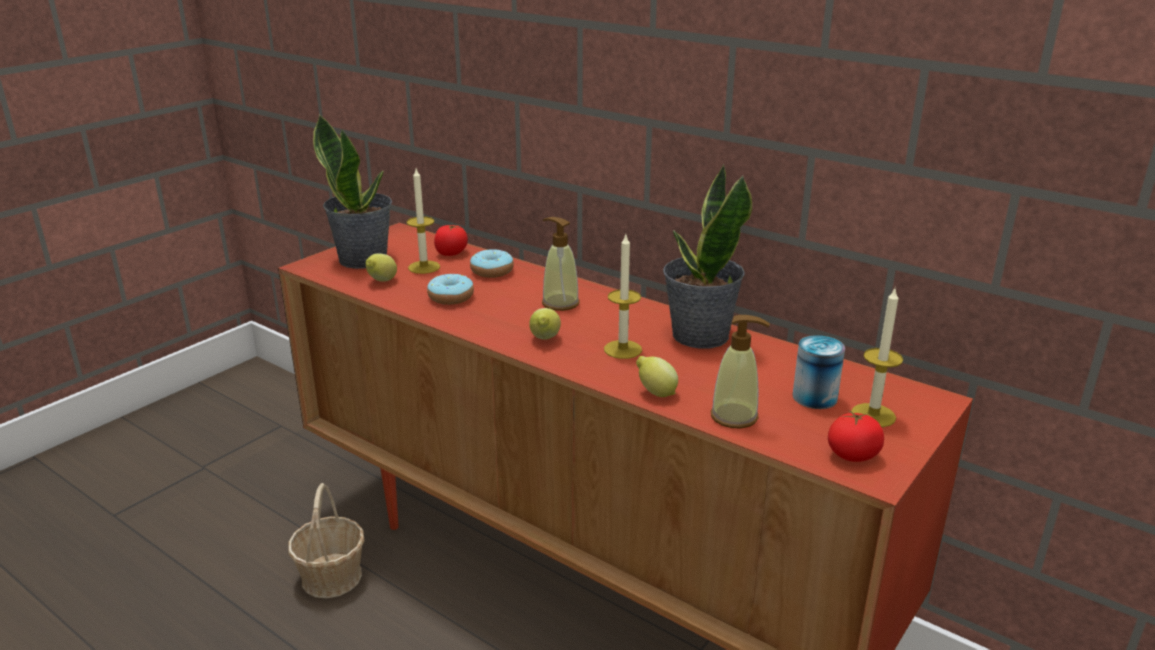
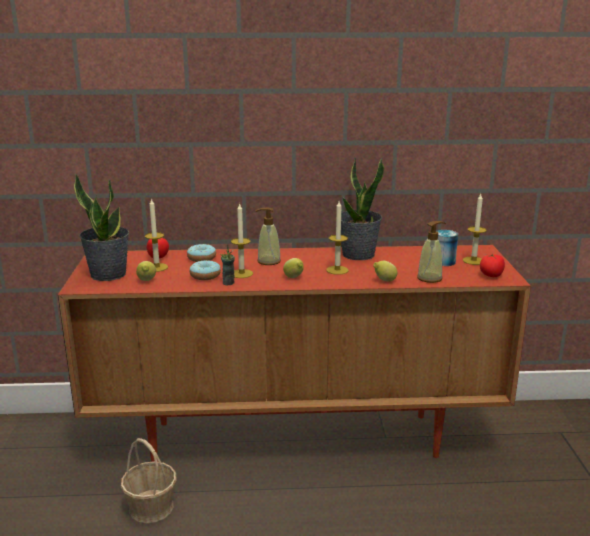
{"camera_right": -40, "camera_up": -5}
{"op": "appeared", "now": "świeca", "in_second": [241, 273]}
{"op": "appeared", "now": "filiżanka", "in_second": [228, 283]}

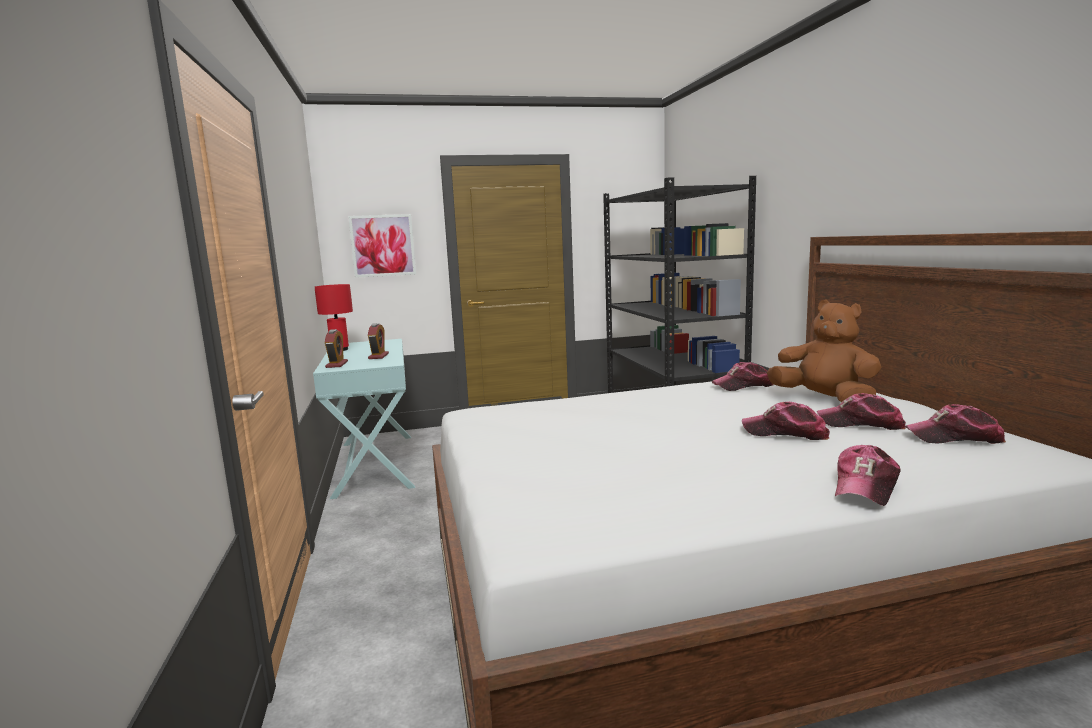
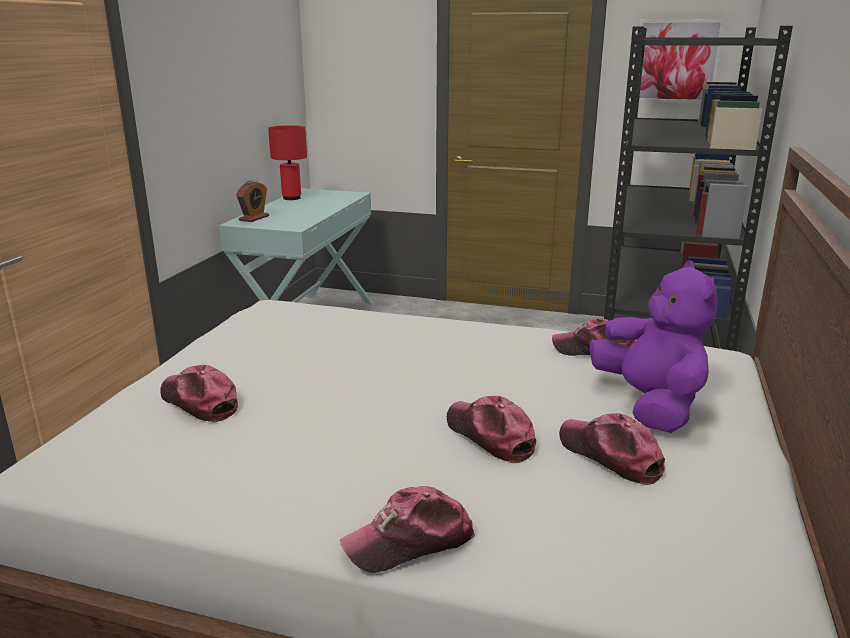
{"camera_right": 30, "camera_up": 10}
{"op": "relocated", "was": "obraz", "in_first": [383, 245], "in_second": [676, 61]}
{"op": "colour", "was": "pluszak (brązowy)", "now": "pluszak (fioletowy)", "in_first": [824, 400], "in_second": [649, 405]}
{"op": "missing", "was": "budzik", "in_first": [378, 356]}
{"op": "relocated", "was": "czapka z daszkiem", "in_first": [954, 438], "in_second": [199, 402]}

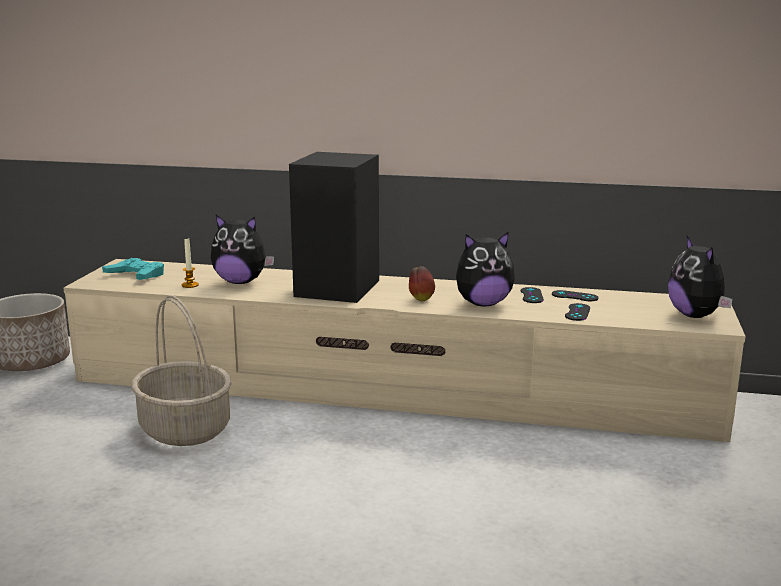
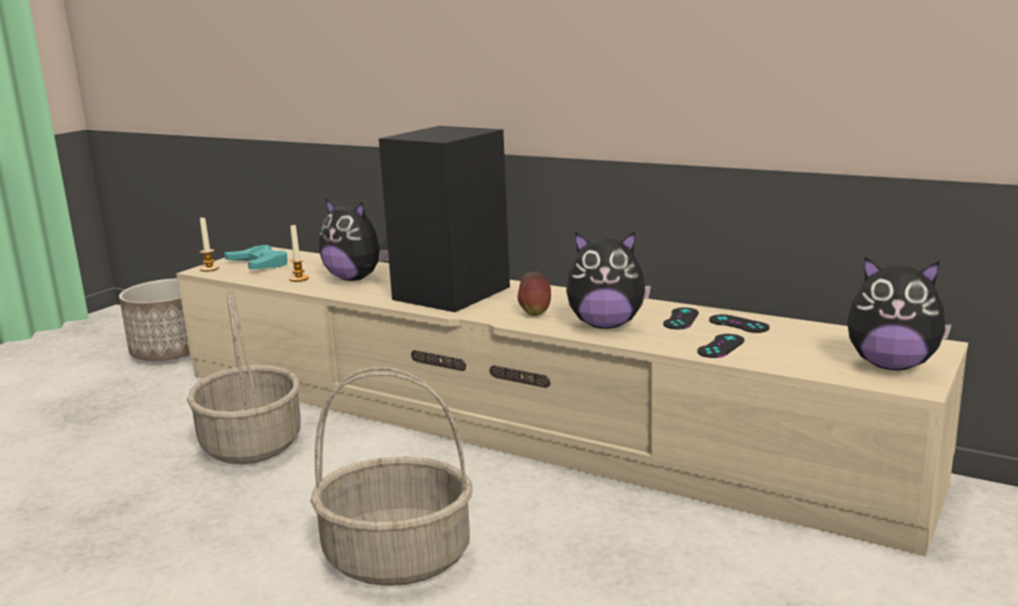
{"camera_right": 20, "camera_up": 0}
{"op": "spun", "was": "pluszak", "in_first": [696, 316], "in_second": [891, 365], "clockwise": -75}
{"op": "appeared", "now": "świeca", "in_second": [209, 269]}
{"op": "appeared", "now": "koszyk", "in_second": [399, 557]}

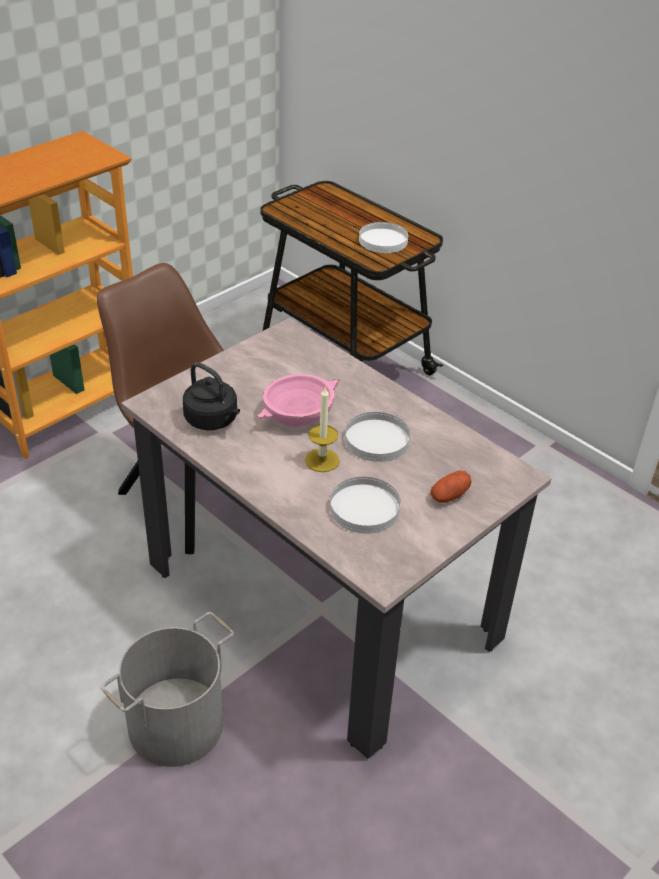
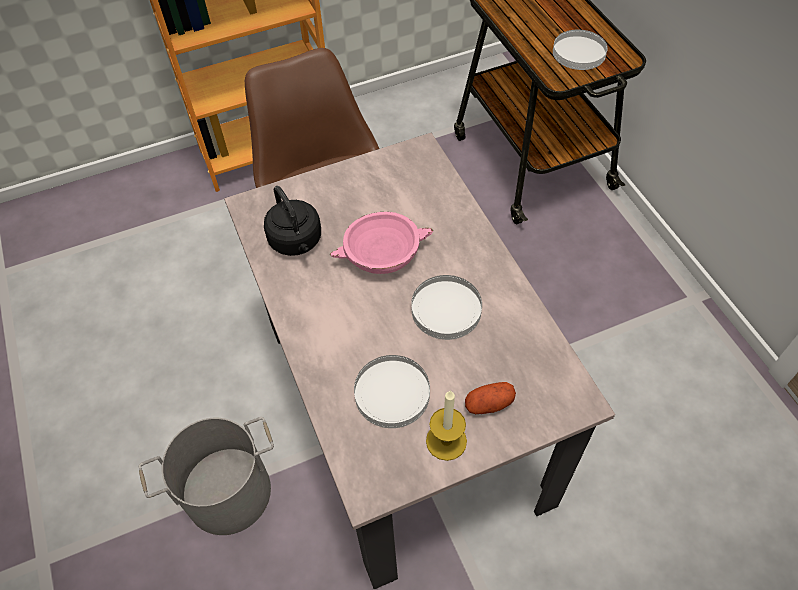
{"camera_right": 25, "camera_up": 15}
{"op": "relocated", "was": "świeca", "in_first": [322, 460], "in_second": [446, 441]}

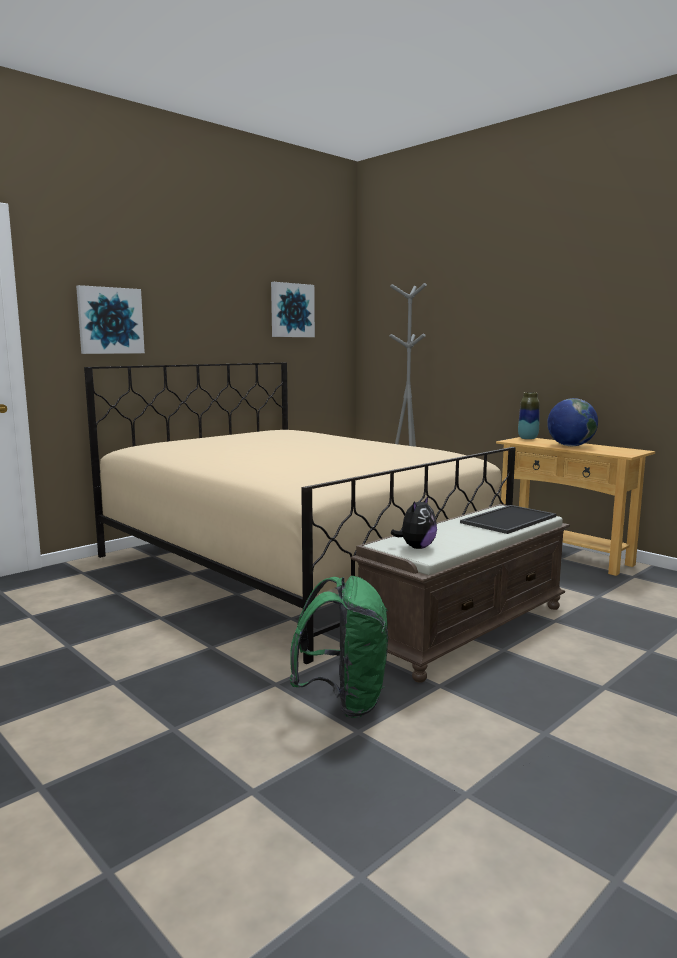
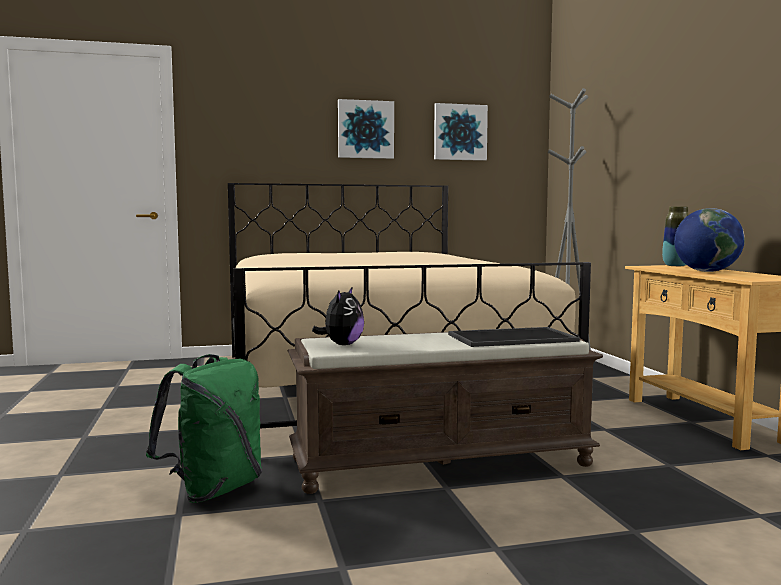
{"camera_right": 30, "camera_up": -5}
{"op": "relocated", "was": "obraz", "in_first": [110, 320], "in_second": [365, 129]}
{"op": "spun", "was": "pluszak", "in_first": [416, 547], "in_second": [342, 345], "clockwise": -45}

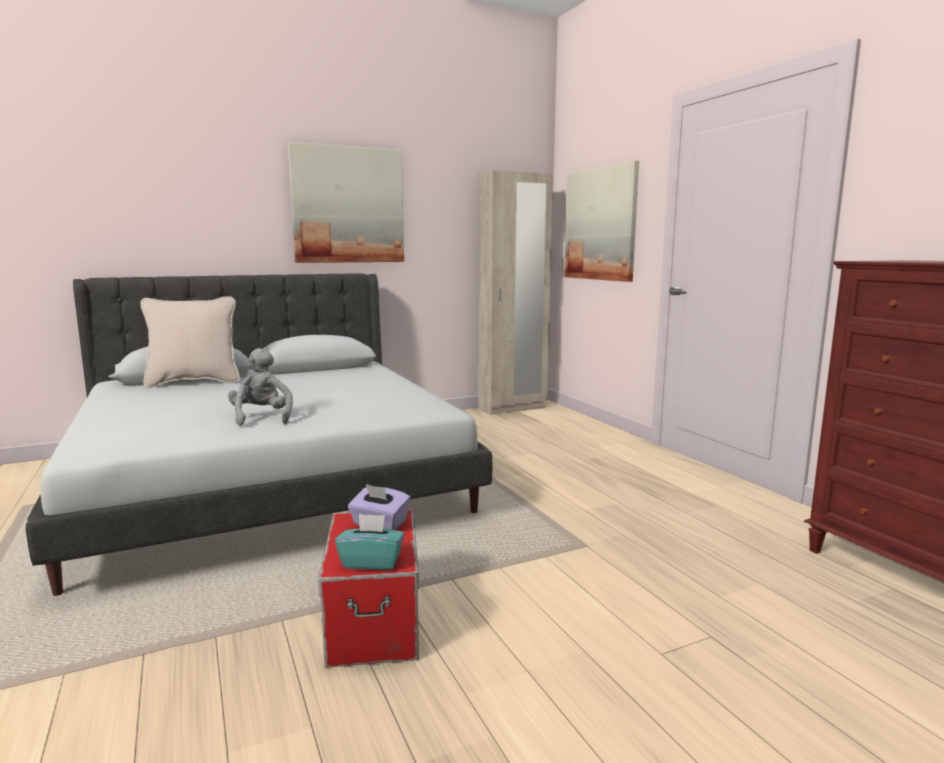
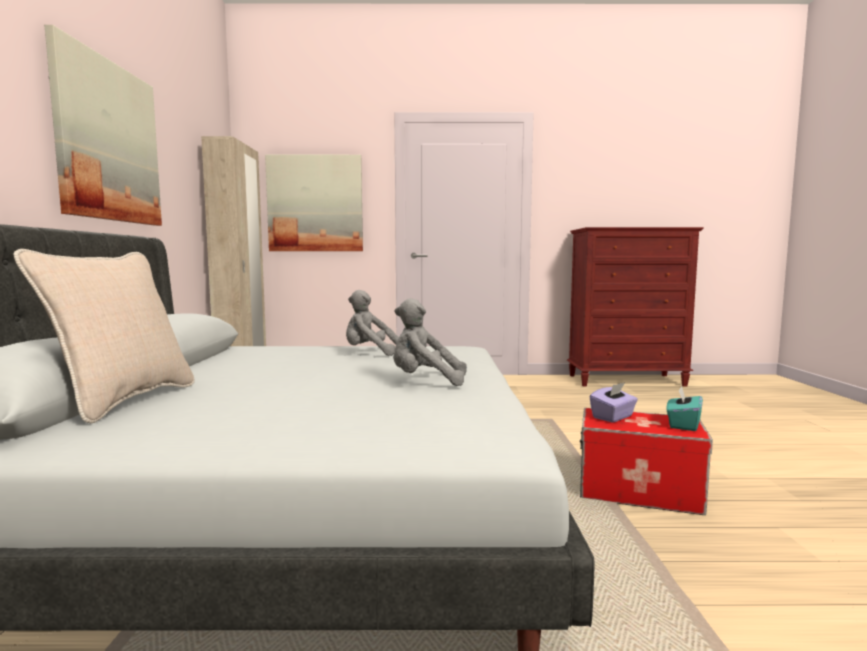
{"camera_right": -65, "camera_up": -5}
{"op": "appeared", "now": "pluszak (szary)", "in_second": [370, 353]}

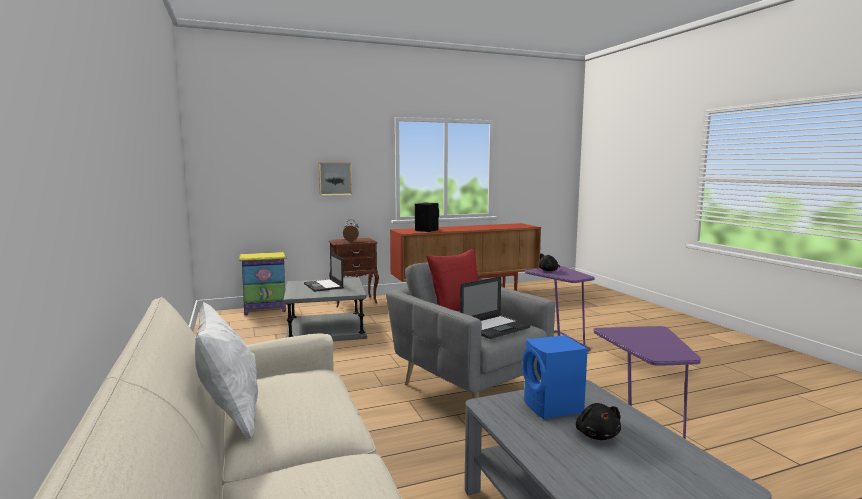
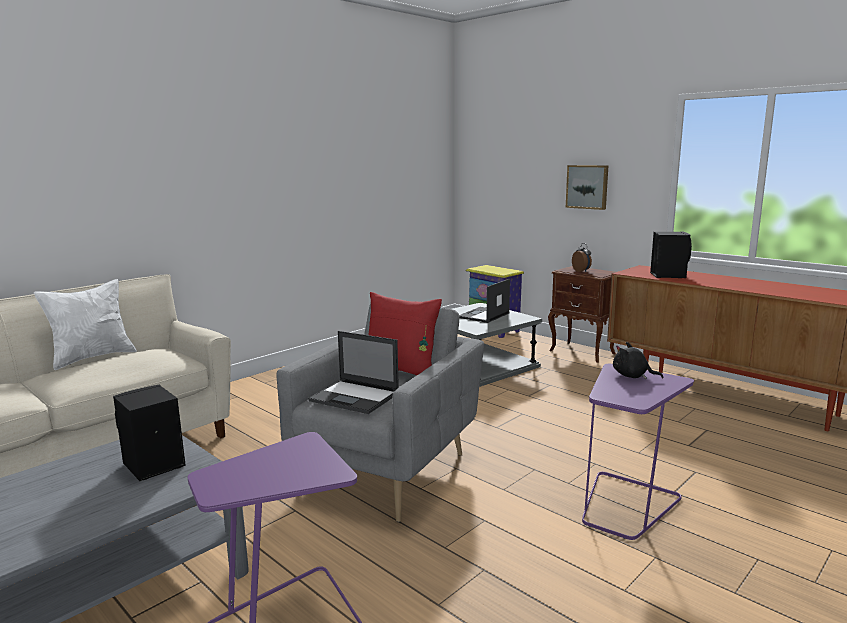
{"camera_right": 65, "camera_up": 5}
{"op": "colour", "was": "głośnik (niebieski)", "now": "głośnik (czarny)", "in_first": [553, 408], "in_second": [151, 465]}
{"op": "missing", "was": "pluszak (czarny)", "in_first": [597, 435]}

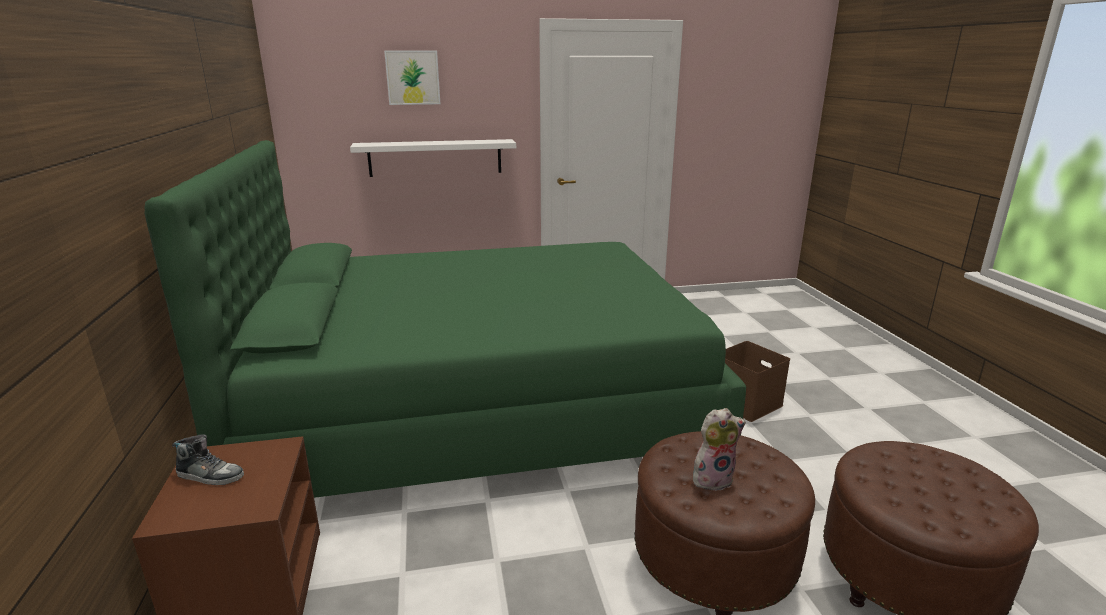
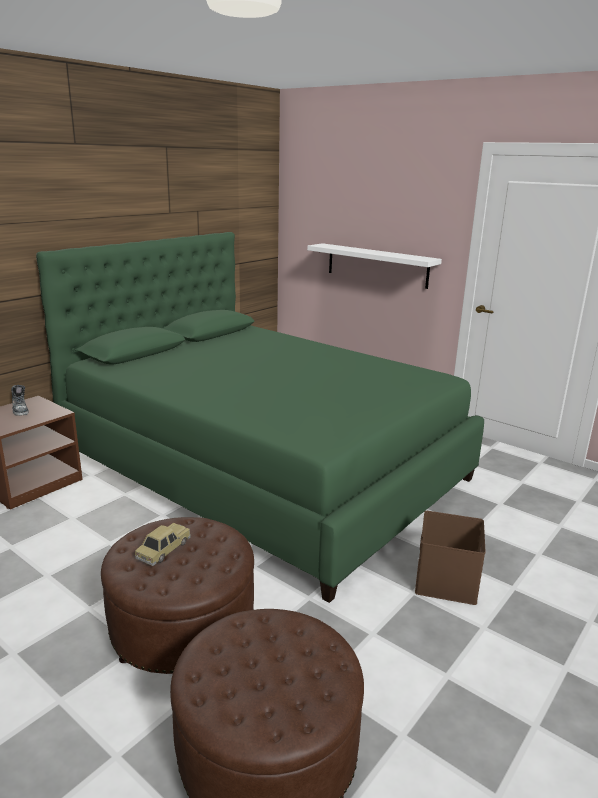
{"camera_right": 50, "camera_up": 0}
{"op": "missing", "was": "obraz", "in_first": [413, 77]}
{"op": "exchanged", "was": "pluszak", "now": "samochodzik", "in_first": [713, 478], "in_second": [163, 550]}

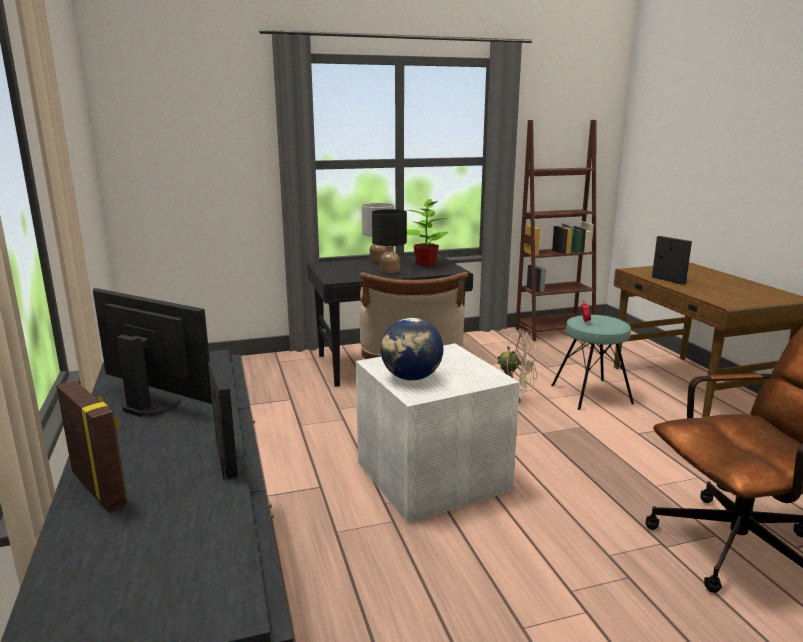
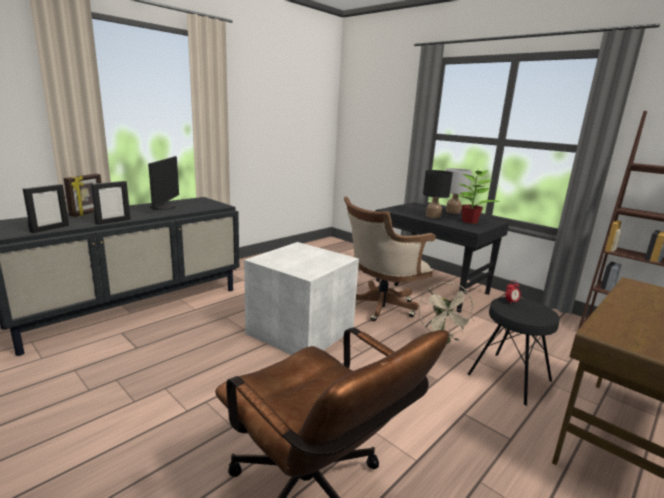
{"camera_right": 60, "camera_up": 0}
{"op": "relocated", "was": "ramka na zdjęcie", "in_first": [667, 280], "in_second": [49, 228]}
{"op": "colour", "was": "stołek (turkusowy)", "now": "stołek (czarny)", "in_first": [591, 394], "in_second": [509, 377]}
{"op": "missing", "was": "globus", "in_first": [411, 378]}

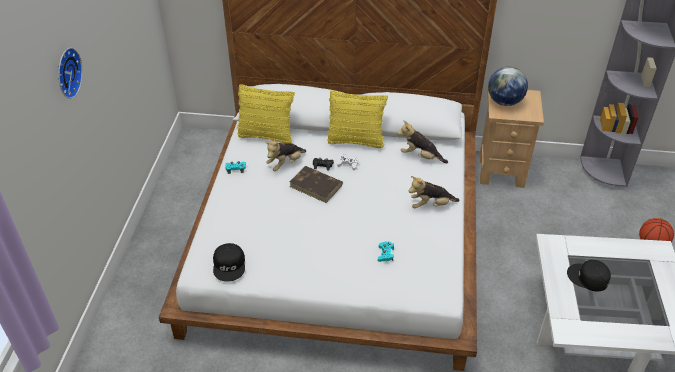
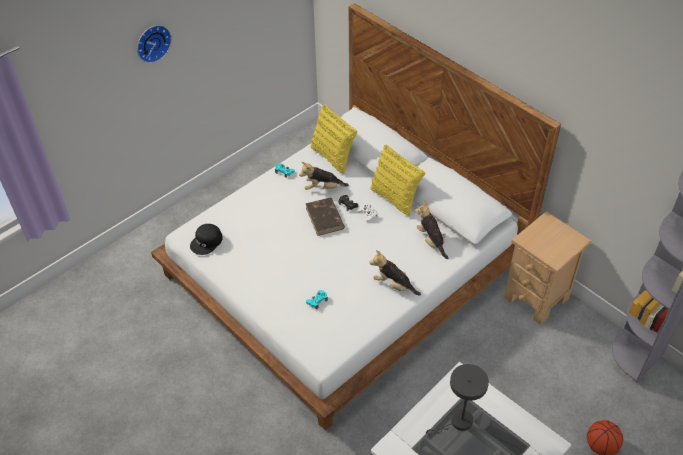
{"camera_right": 40, "camera_up": 5}
{"op": "missing", "was": "globus", "in_first": [504, 102]}
{"op": "exchanged", "was": "czapka z daszkiem (czarny)", "now": "lampa stołowa (szary)", "in_first": [588, 278], "in_second": [458, 423]}

